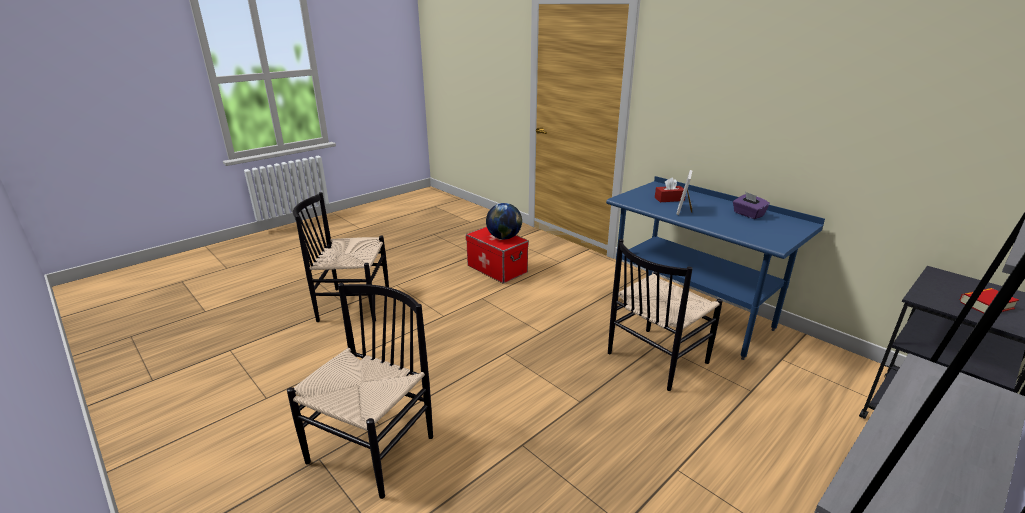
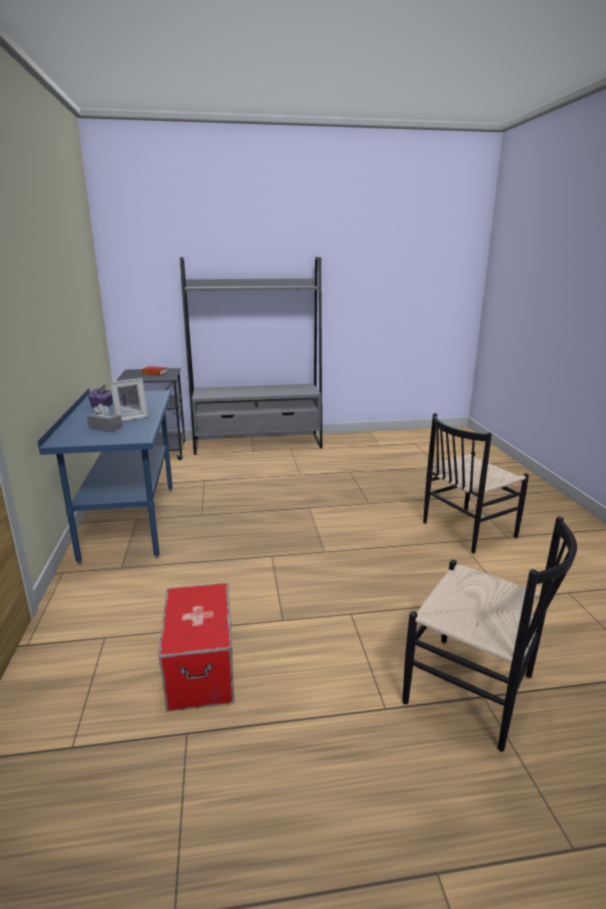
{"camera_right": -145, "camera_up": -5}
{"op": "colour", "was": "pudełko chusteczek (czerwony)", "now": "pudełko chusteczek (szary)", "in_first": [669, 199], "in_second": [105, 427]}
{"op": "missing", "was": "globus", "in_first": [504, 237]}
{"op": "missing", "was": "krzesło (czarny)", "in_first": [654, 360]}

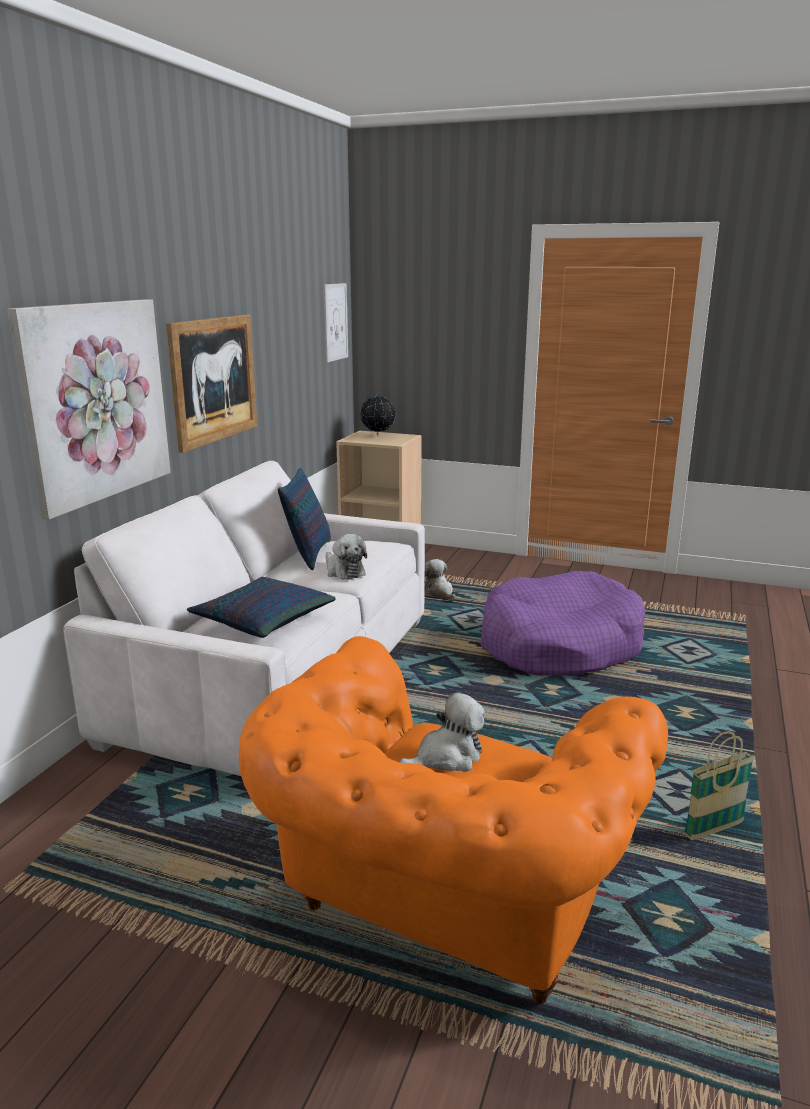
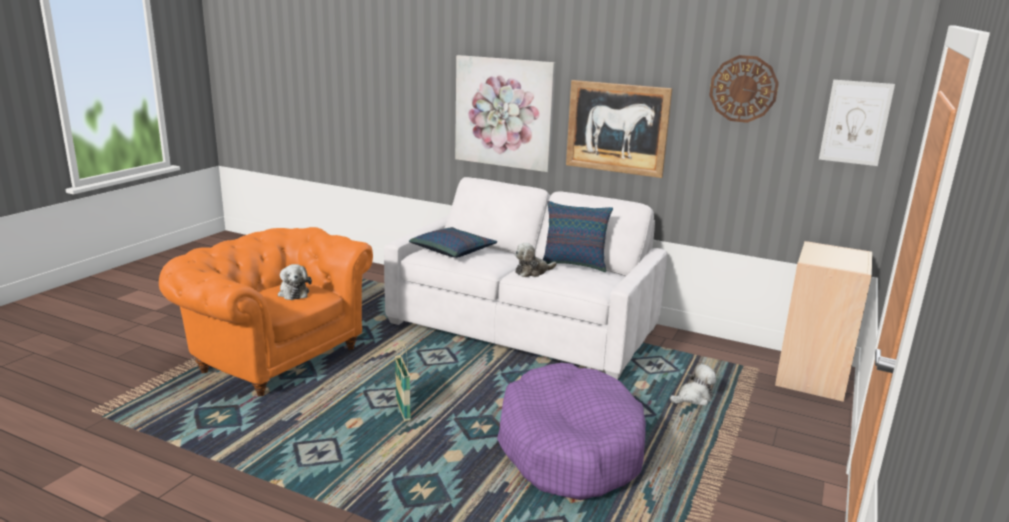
{"camera_right": 95, "camera_up": 0}
{"op": "missing", "was": "globus", "in_first": [378, 436]}
{"op": "relocated", "was": "koszyk", "in_first": [713, 830], "in_second": [403, 410]}
{"op": "appeared", "now": "zegar ścienny", "in_second": [743, 89]}

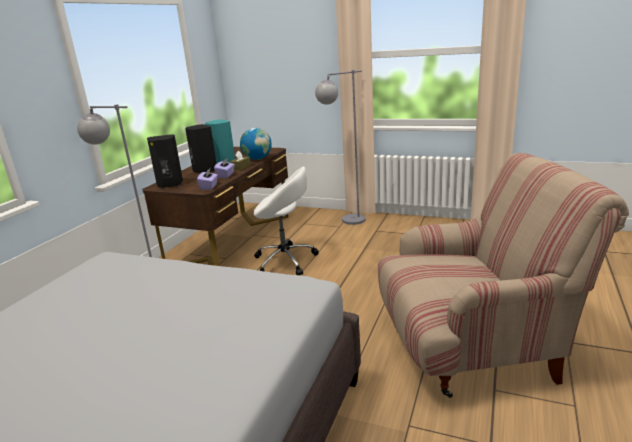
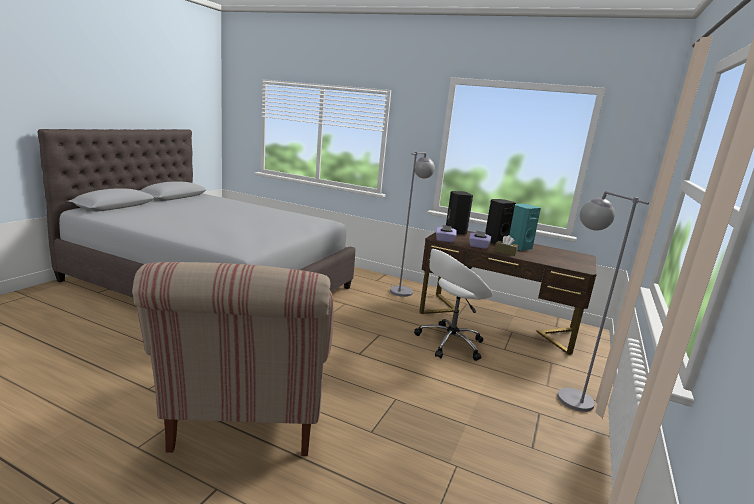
{"camera_right": 90, "camera_up": -5}
{"op": "missing", "was": "globus", "in_first": [257, 159]}
{"op": "spun", "was": "krzesło biurowe (biały)", "in_first": [286, 261], "in_second": [448, 343], "clockwise": 45}

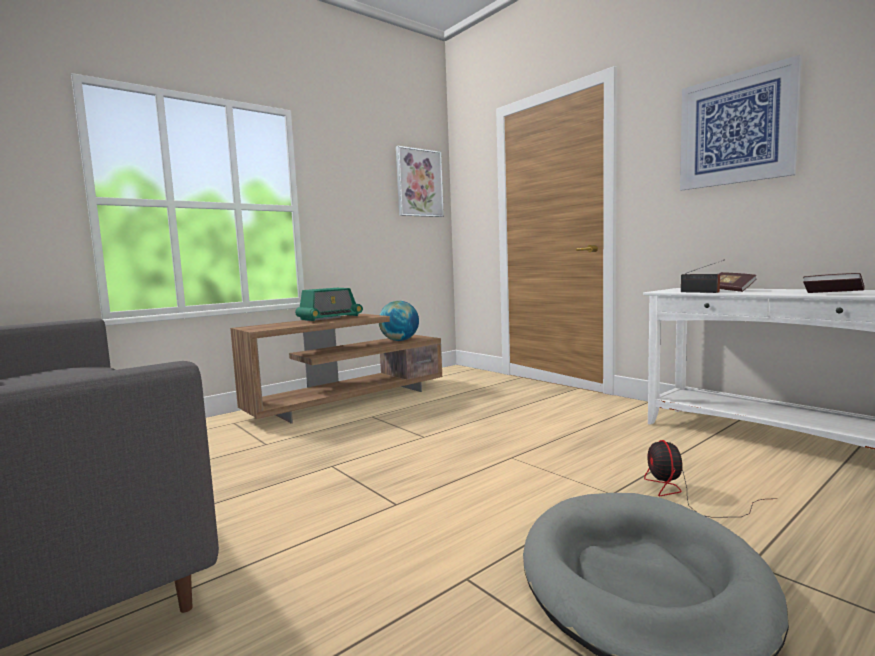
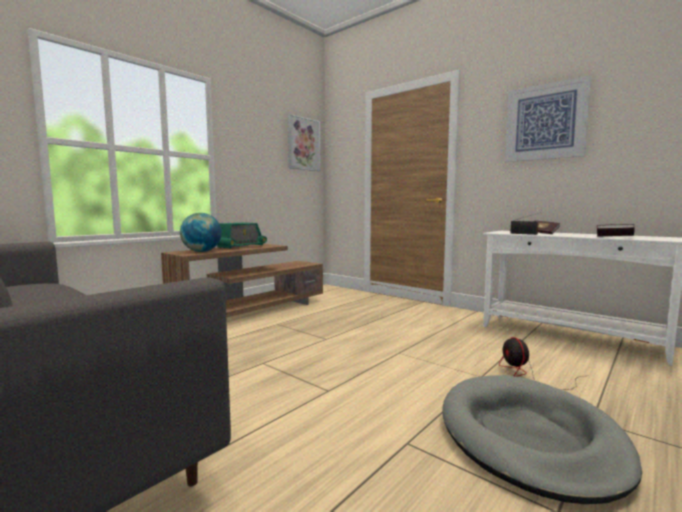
{"camera_right": -10, "camera_up": 0}
{"op": "relocated", "was": "globus", "in_first": [399, 340], "in_second": [202, 251]}

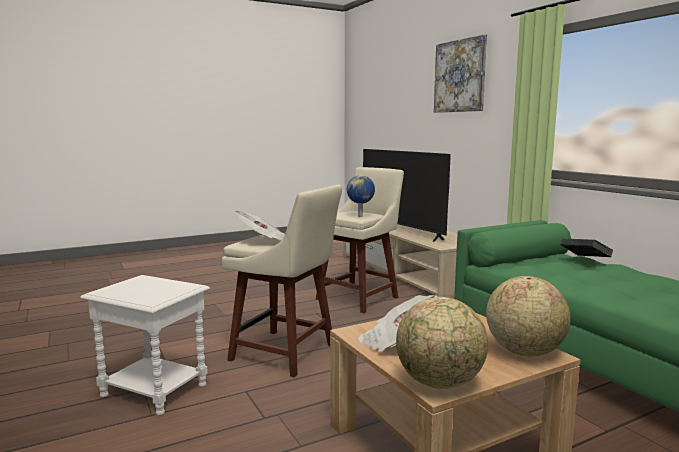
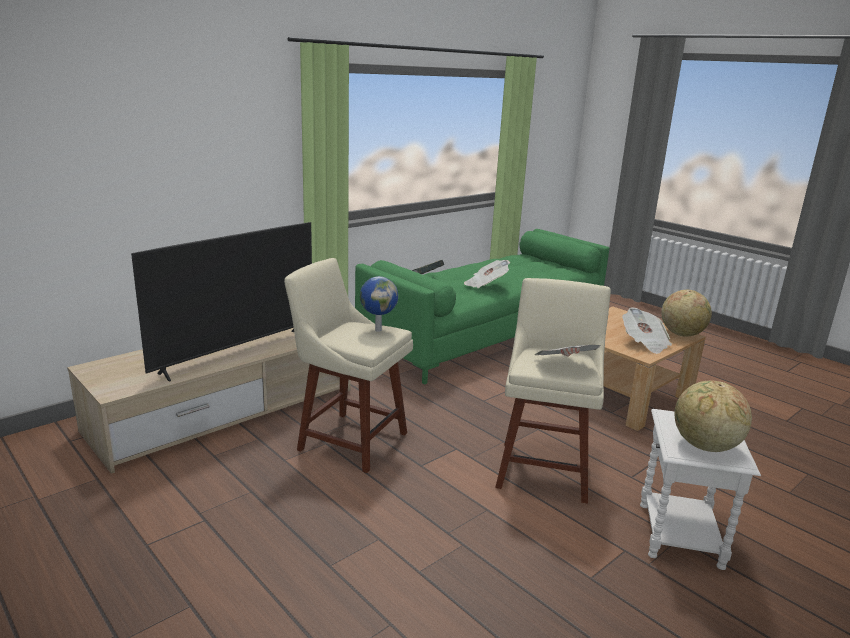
{"camera_right": -105, "camera_up": 10}
{"op": "missing", "was": "obraz", "in_first": [460, 76]}
{"op": "relocated", "was": "globus", "in_first": [524, 352], "in_second": [704, 446]}
{"op": "appeared", "now": "gazeta", "in_second": [486, 285]}

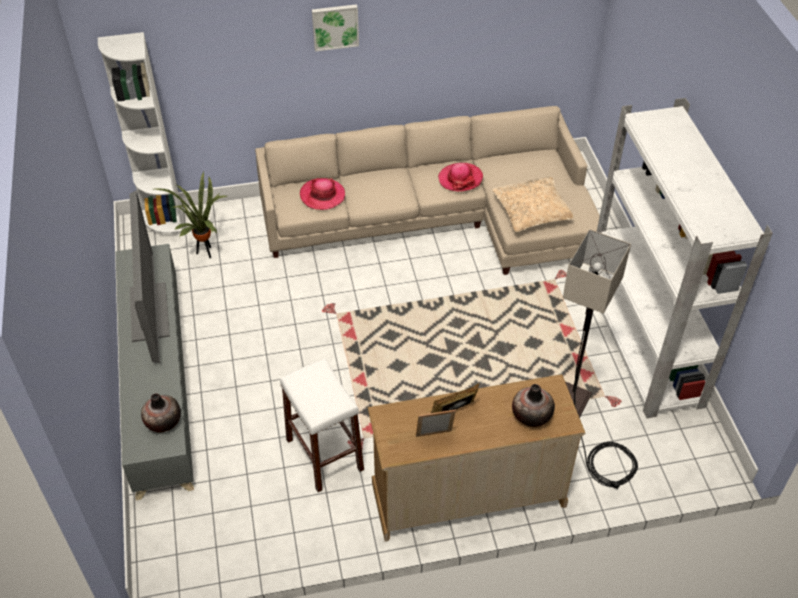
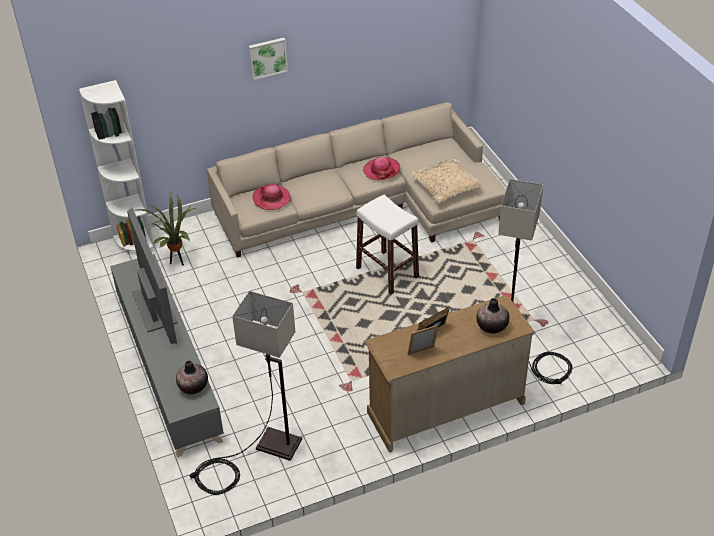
{"camera_right": -10, "camera_up": -5}
{"op": "missing", "was": "regał (biały)", "in_first": [642, 342]}
{"op": "relocated", "was": "stołek (biały)", "in_first": [324, 454], "in_second": [387, 272]}
{"op": "appeared", "now": "lampa stojąca", "in_second": [245, 461]}

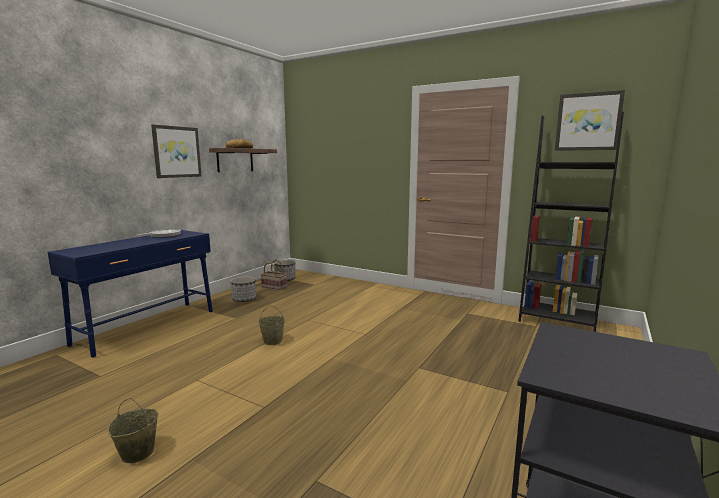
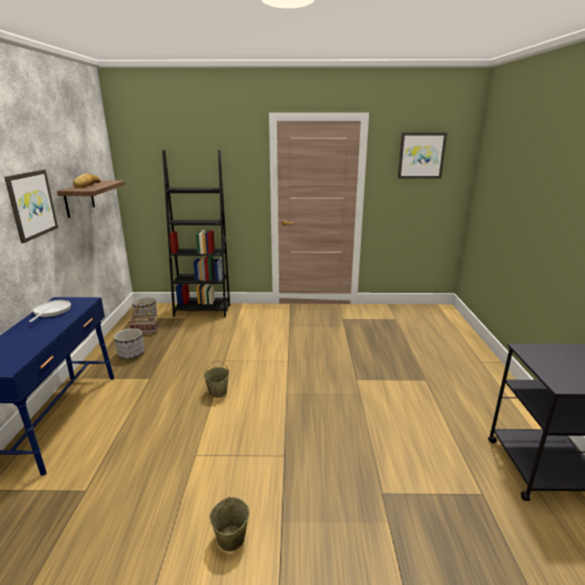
{"camera_right": -30, "camera_up": 10}
{"op": "relocated", "was": "regał (czarny)", "in_first": [557, 321], "in_second": [202, 310]}

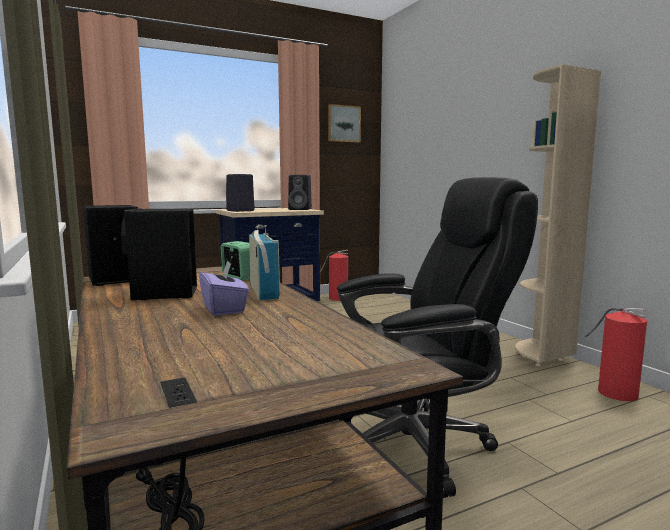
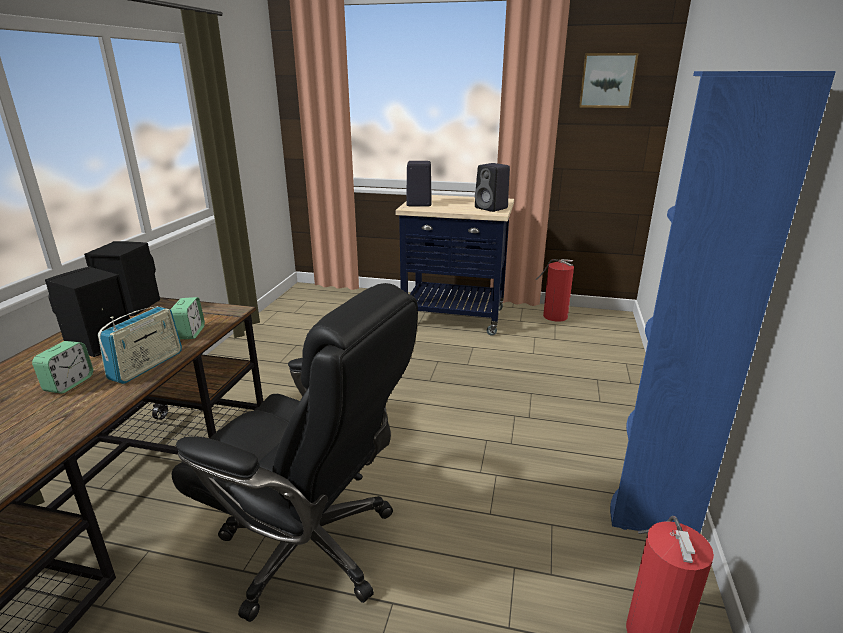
{"camera_right": 40, "camera_up": 15}
{"op": "colour", "was": "regał (beżowy)", "now": "regał (niebieski)", "in_first": [539, 357], "in_second": [649, 515]}
{"op": "exchanged", "was": "pudełko chusteczek (fioletowy)", "now": "budzik", "in_first": [224, 309], "in_second": [69, 384]}

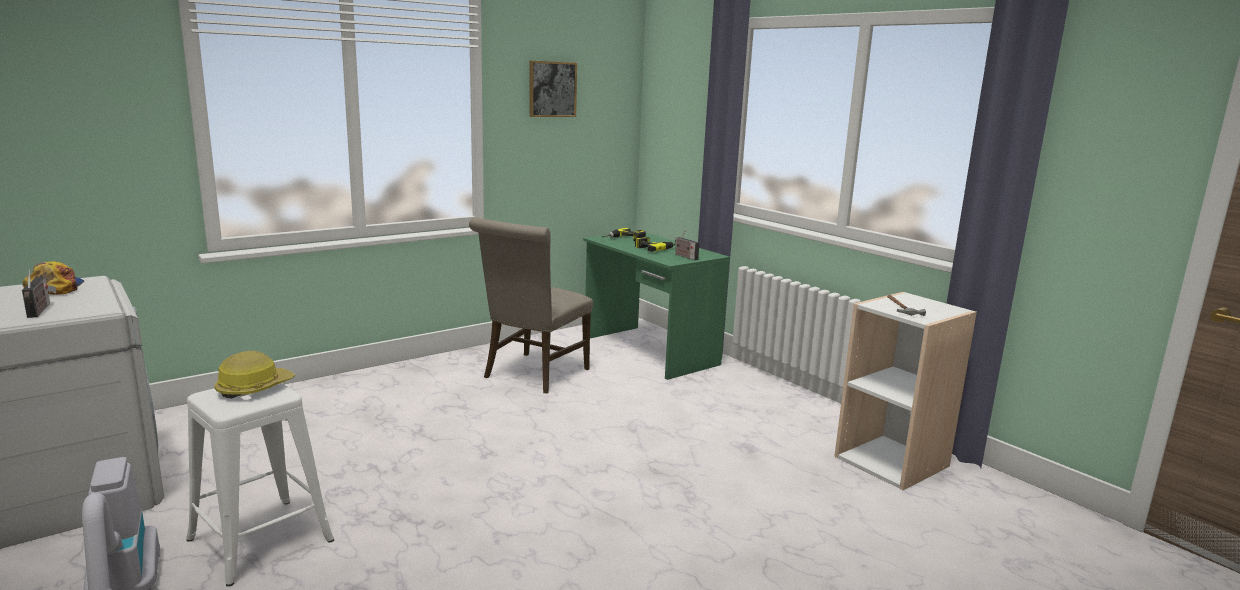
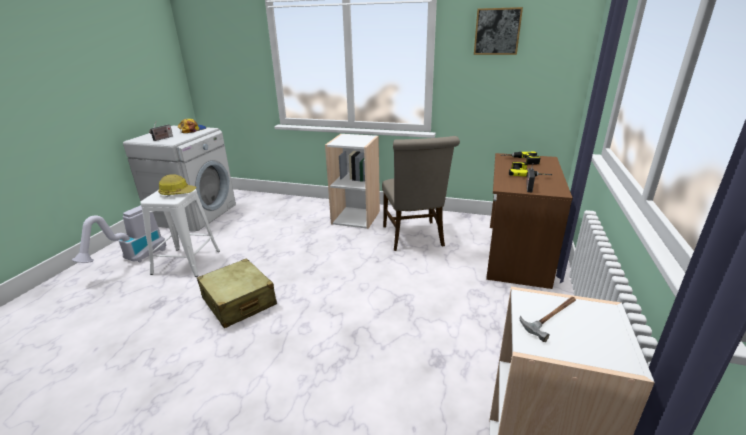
{"camera_right": 55, "camera_up": 10}
{"op": "spun", "was": "krzesło (beżowy)", "in_first": [533, 375], "in_second": [414, 237], "clockwise": -90}
{"op": "colour", "was": "biurko (zielony)", "now": "biurko (brązowy)", "in_first": [649, 351], "in_second": [515, 253]}
{"op": "appeared", "now": "regał", "in_second": [356, 217]}
{"op": "appeared", "now": "walizka (beżowy)", "in_second": [239, 302]}

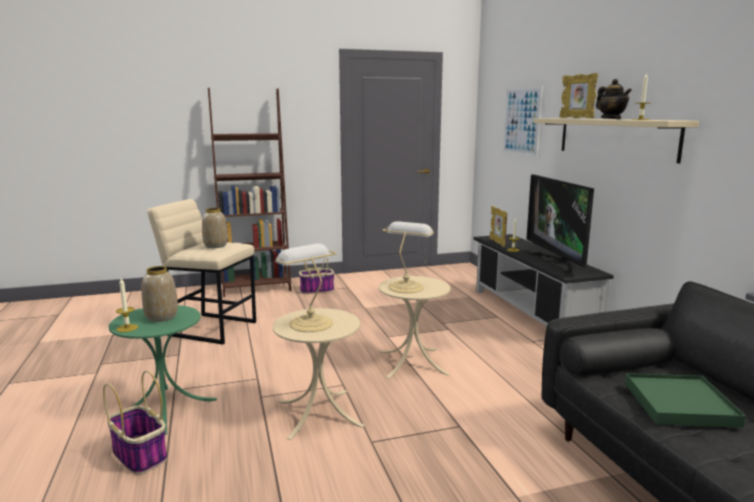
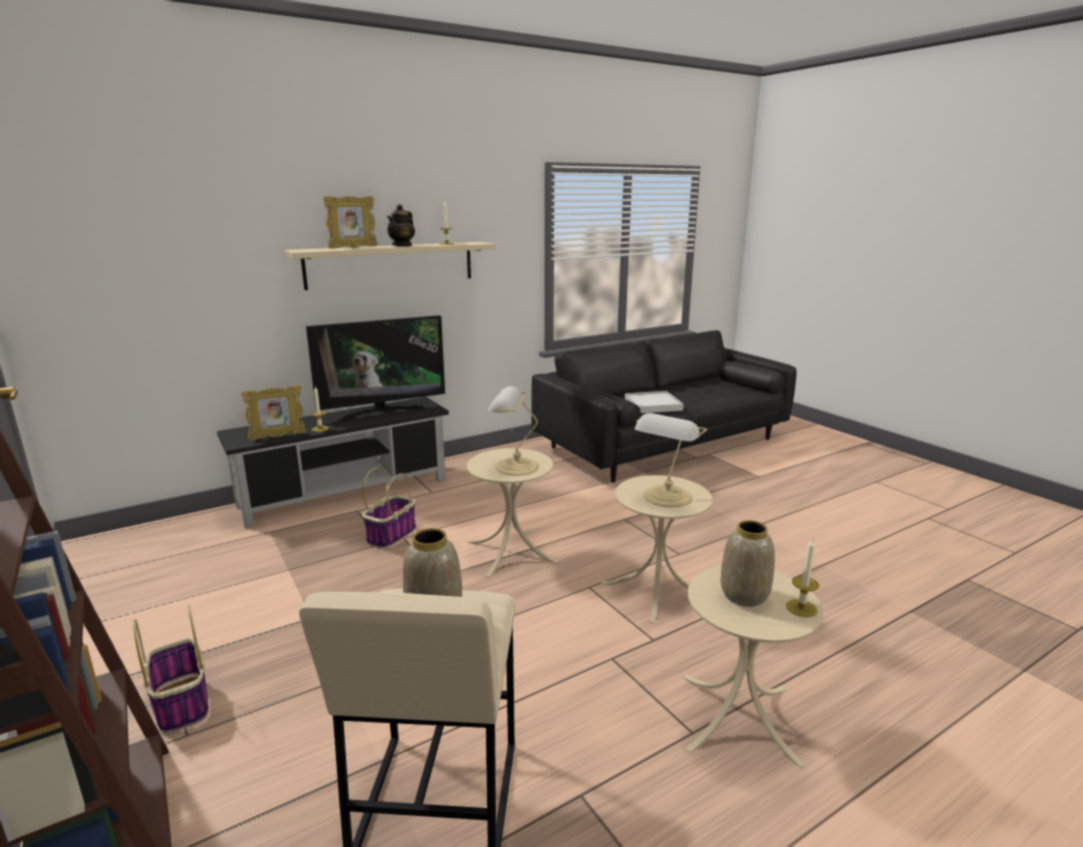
{"camera_right": -105, "camera_up": 5}
{"op": "spun", "was": "imbryk", "in_first": [611, 119], "in_second": [402, 245], "clockwise": 150}
{"op": "missing", "was": "obraz", "in_first": [521, 121]}
{"op": "colour", "was": "stolik (zielony)", "now": "stolik (beżowy)", "in_first": [165, 408], "in_second": [738, 717]}
{"op": "relocated", "was": "koszyk", "in_first": [140, 455], "in_second": [391, 535]}
{"op": "colour", "was": "taca (zielony)", "now": "taca (biały)", "in_first": [680, 404], "in_second": [653, 405]}

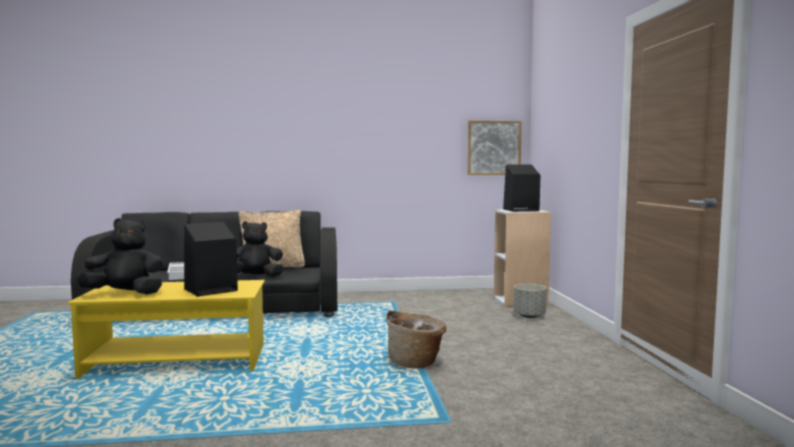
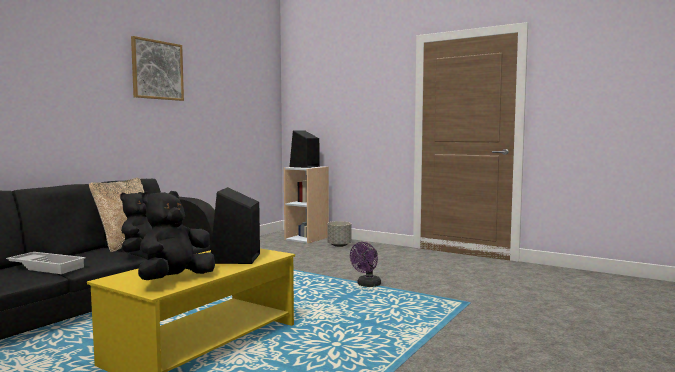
{"camera_right": -50, "camera_up": 0}
{"op": "relocated", "was": "obraz", "in_first": [494, 148], "in_second": [157, 70]}
{"op": "exchanged", "was": "koszyk", "now": "wentylator (fioletowy)", "in_first": [416, 363], "in_second": [367, 285]}

